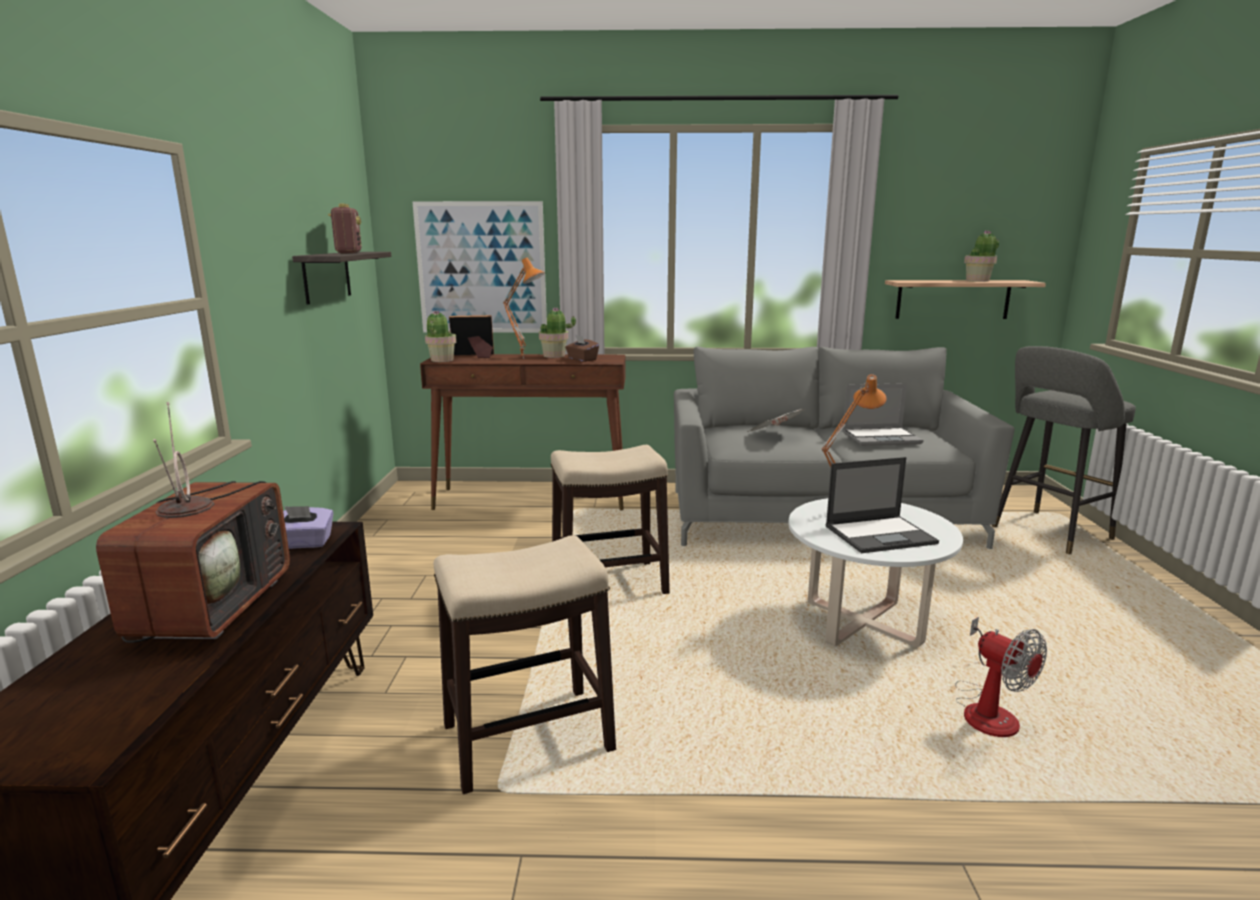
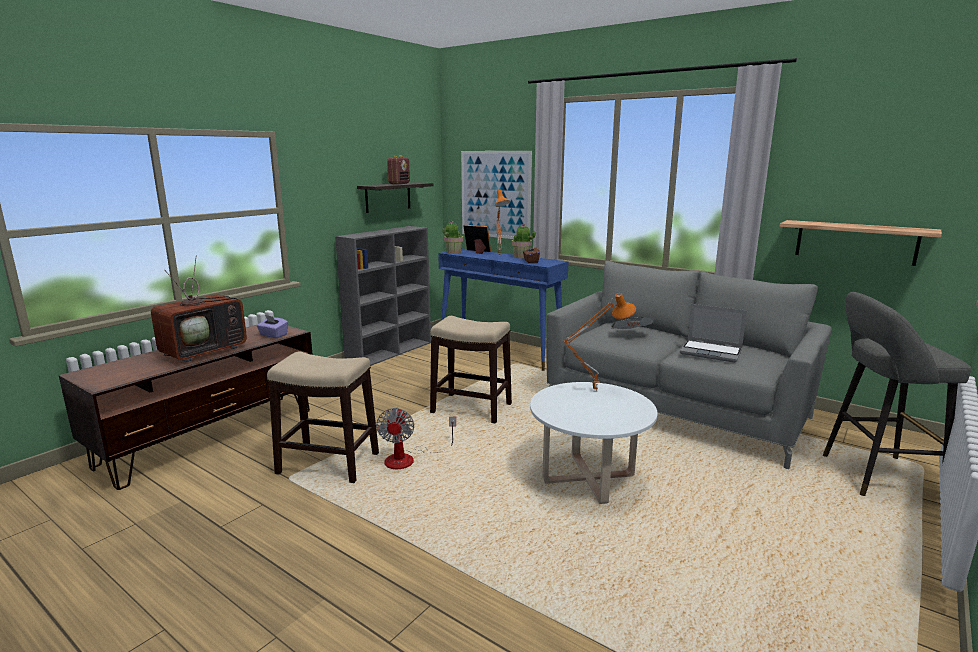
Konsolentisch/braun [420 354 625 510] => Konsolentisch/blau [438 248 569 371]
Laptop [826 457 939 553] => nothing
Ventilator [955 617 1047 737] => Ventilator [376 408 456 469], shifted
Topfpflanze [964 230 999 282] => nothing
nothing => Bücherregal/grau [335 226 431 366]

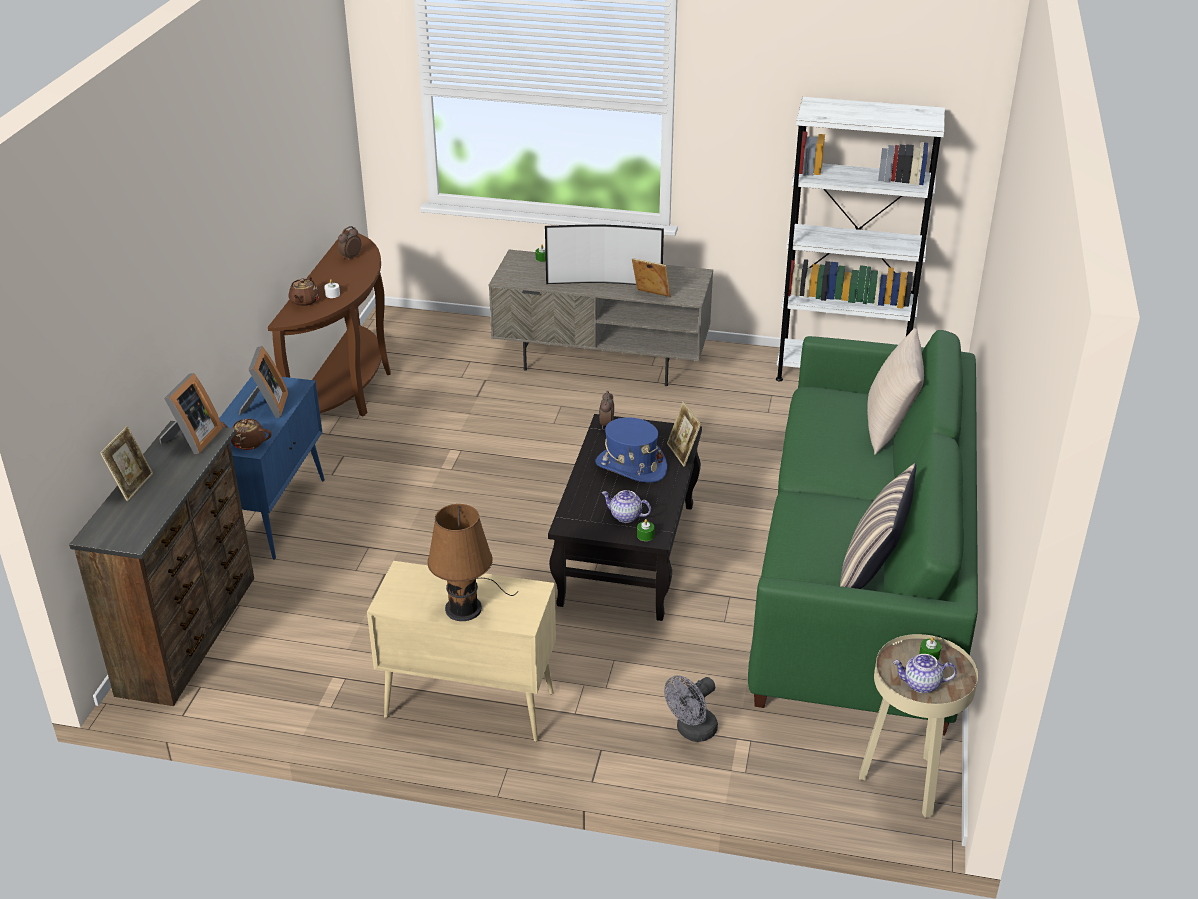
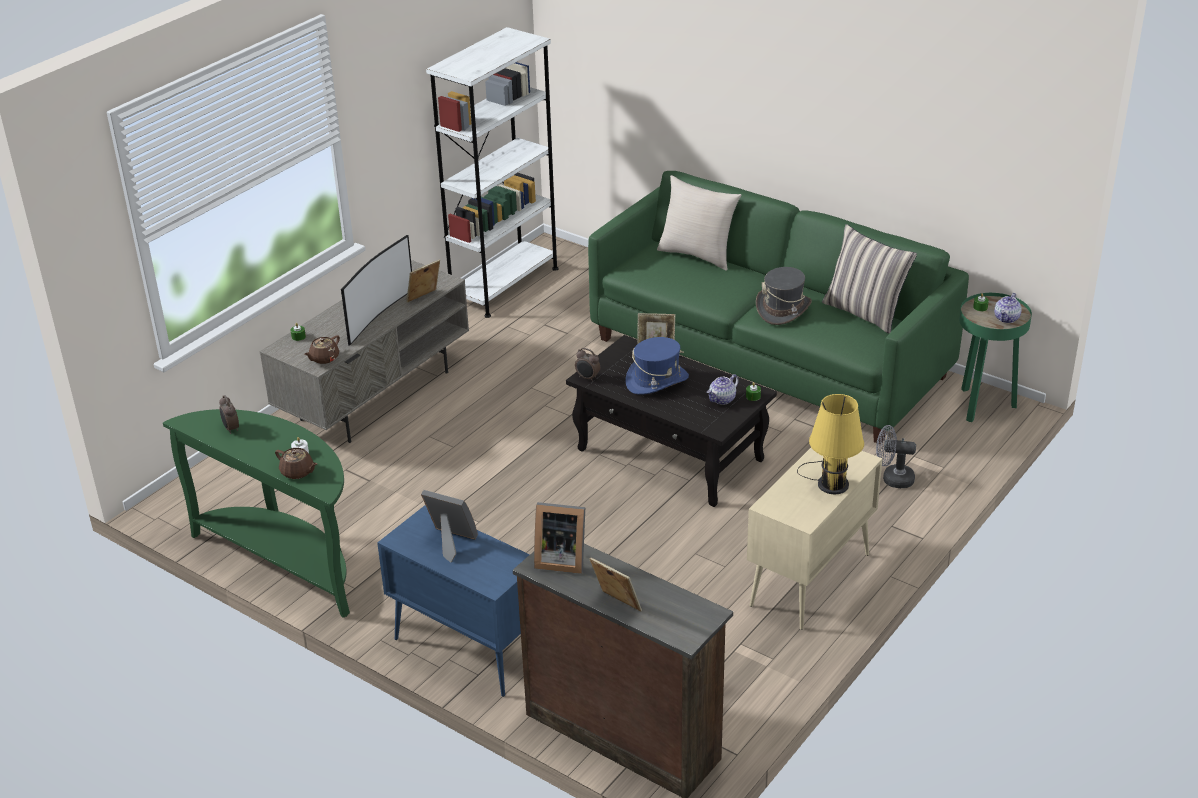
Bilderrahmen [159 373 222 454] => Bilderrahmen [534 502 585 574], 150 degrees clockwise
Teekanne/braun [221 419 272 450] => Teekanne/braun [304 335 340 364], shifted
Konsolentisch/braun [268 230 391 416] => Konsolentisch/grün [163 409 350 618]
Tischlampe/braun [427 504 518 621] => Tischlampe/gelb [797 394 864 494]
Ventilator/grau [664 675 718 742] => Ventilator/grau [876 425 916 488], 120 degrees clockwise
Beistelltisch/beige [859 634 978 818] => Beistelltisch/grün [959 293 1032 422]
nothing => Hut/grau [756 267 812 325]

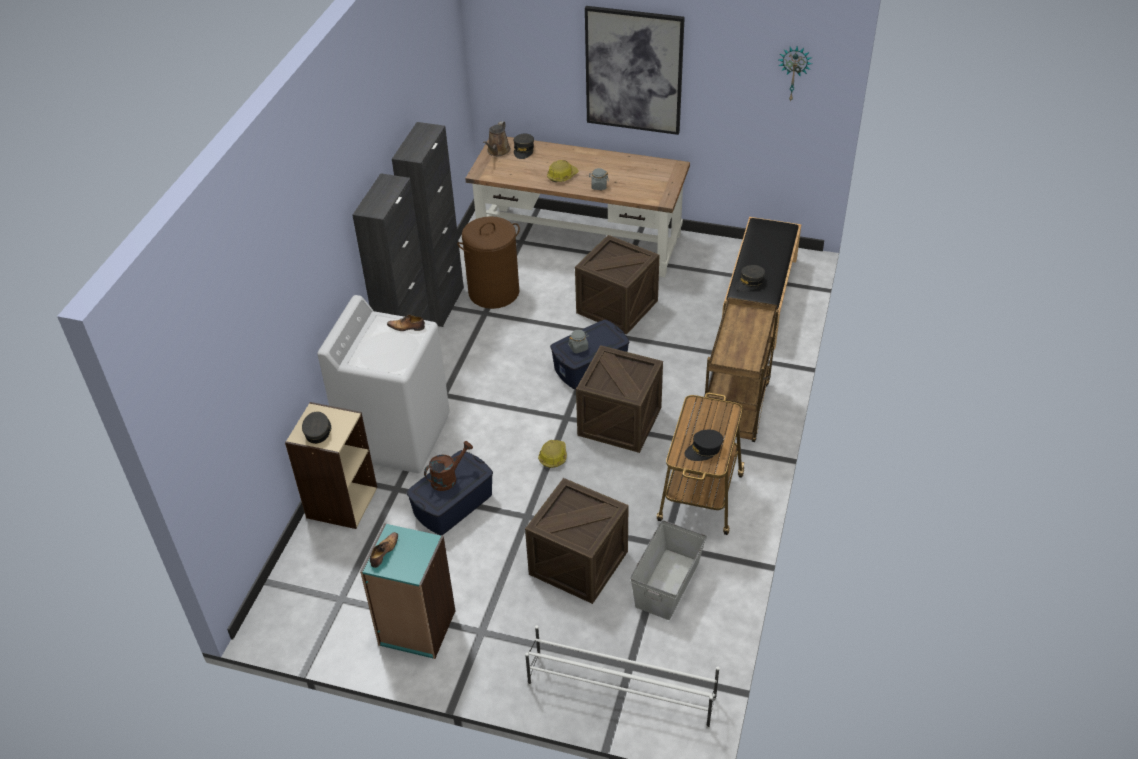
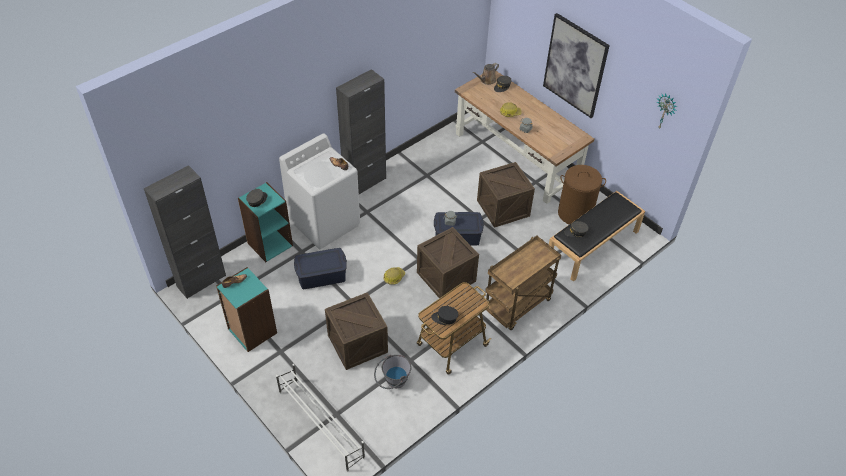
Bücherregal/beige [285 402 377 529] => Bücherregal/türkis [238 182 293 262]
Schrank/schwarz [392 122 464 327] => Schrank/schwarz [144 165 226 299], shifted
Gießkanne/braun [424 441 473 491] => nothing
Wäschekorb/braun [457 216 520 309] => Wäschekorb/braun [558 165 606 224], shifted
Aufbewahrungsbox/grau [630 520 707 620] => Eimer/grau [374 355 412 389]

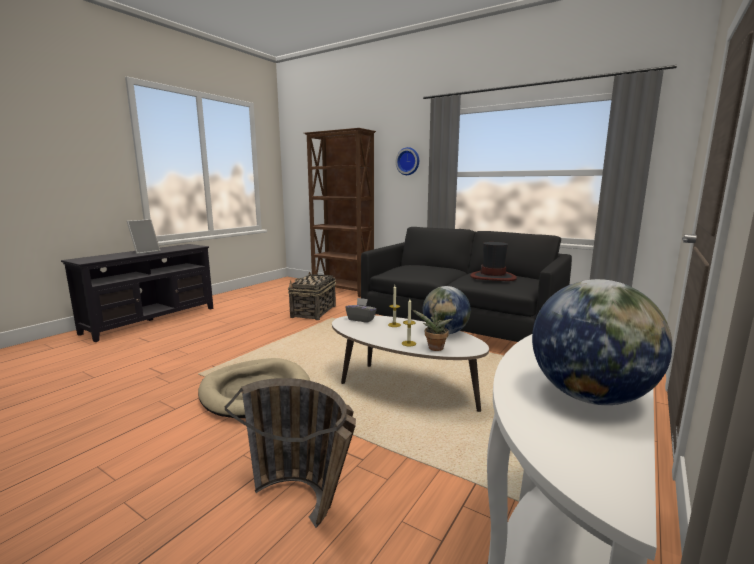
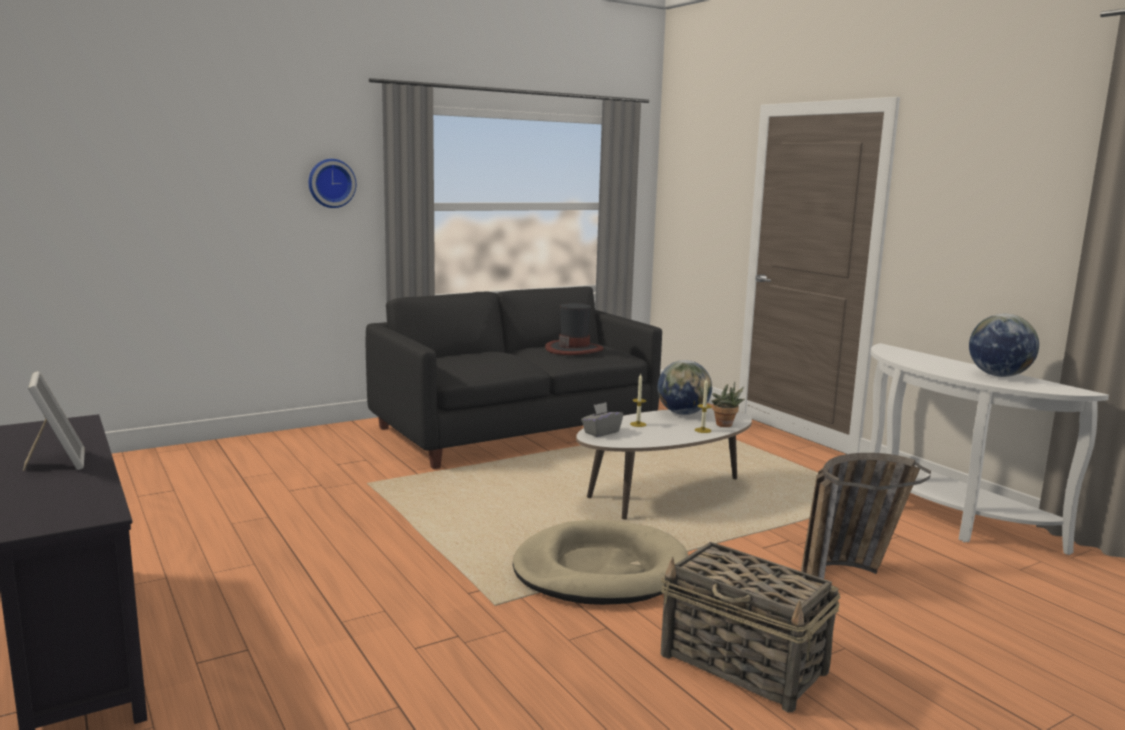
Korb [288 271 336 320] => Korb [661 542 841 713], shifted
Bücherregal/braun [304 128 376 297] => nothing

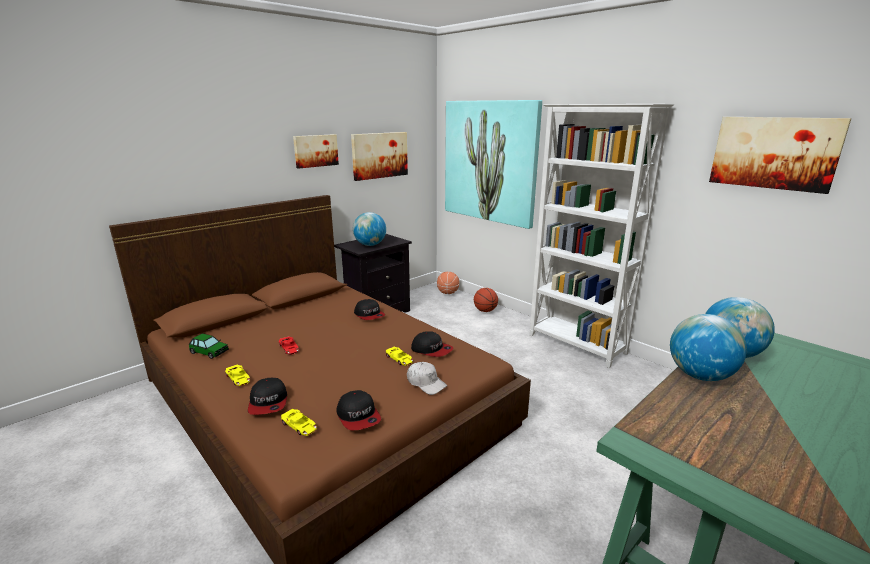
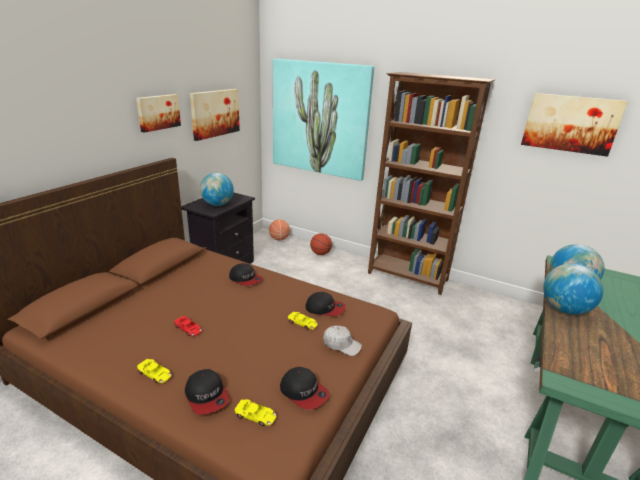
Spielzeugauto [188 333 229 359] => nothing
Bücherregal/weiß [529 104 675 368] => Bücherregal/braun [368 72 495 295]

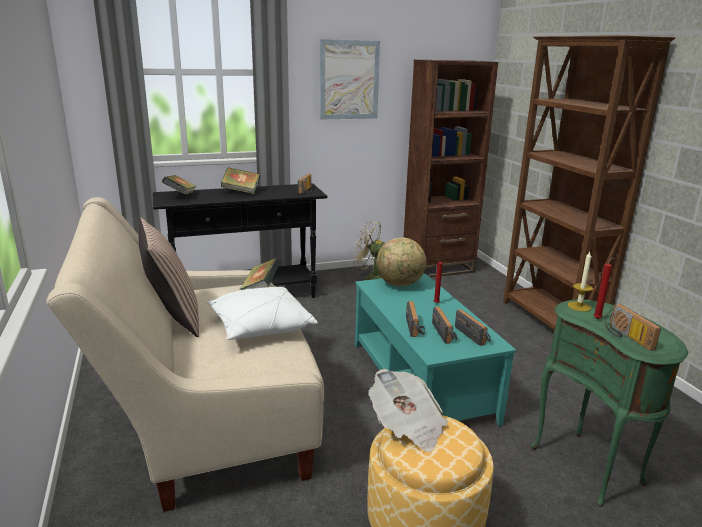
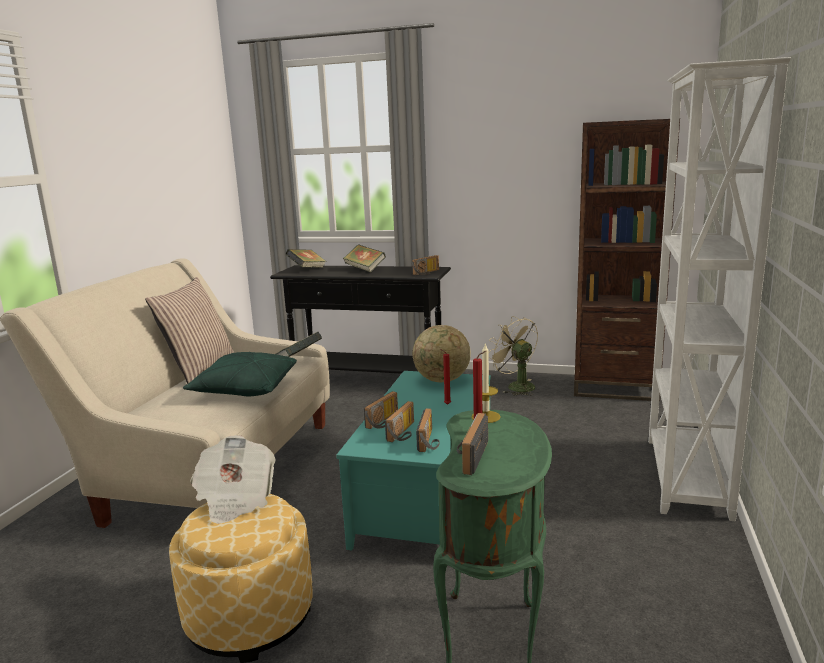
Kissen/weiß [207 287 318 340] => Kissen/grün [183 352 297 396]
Bild [319 39 380 120] => nothing
Bücherregal/braun [503 36 676 330] => Bücherregal/weiß [648 57 791 521]

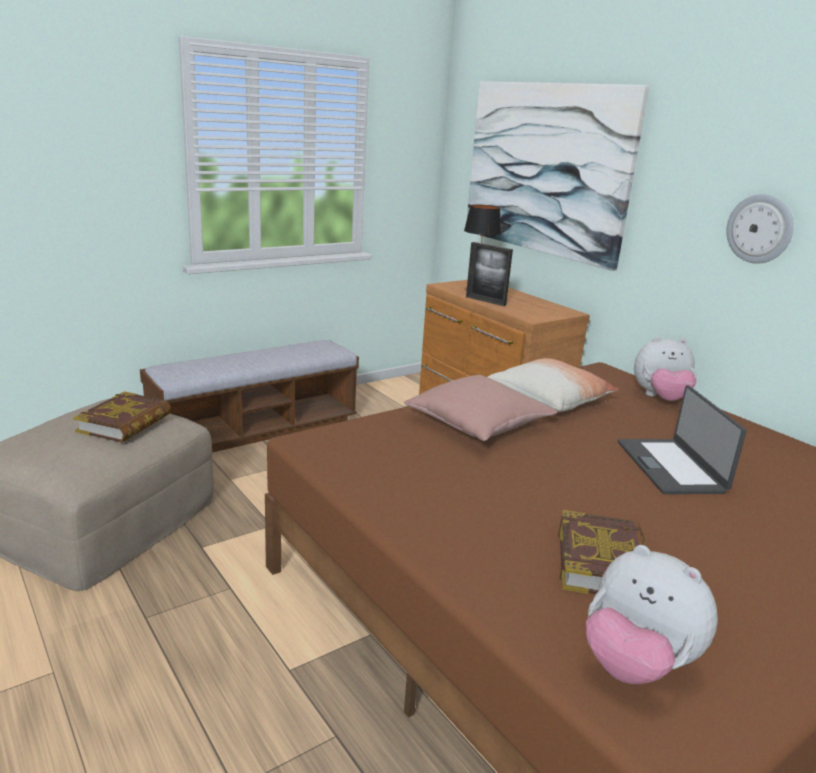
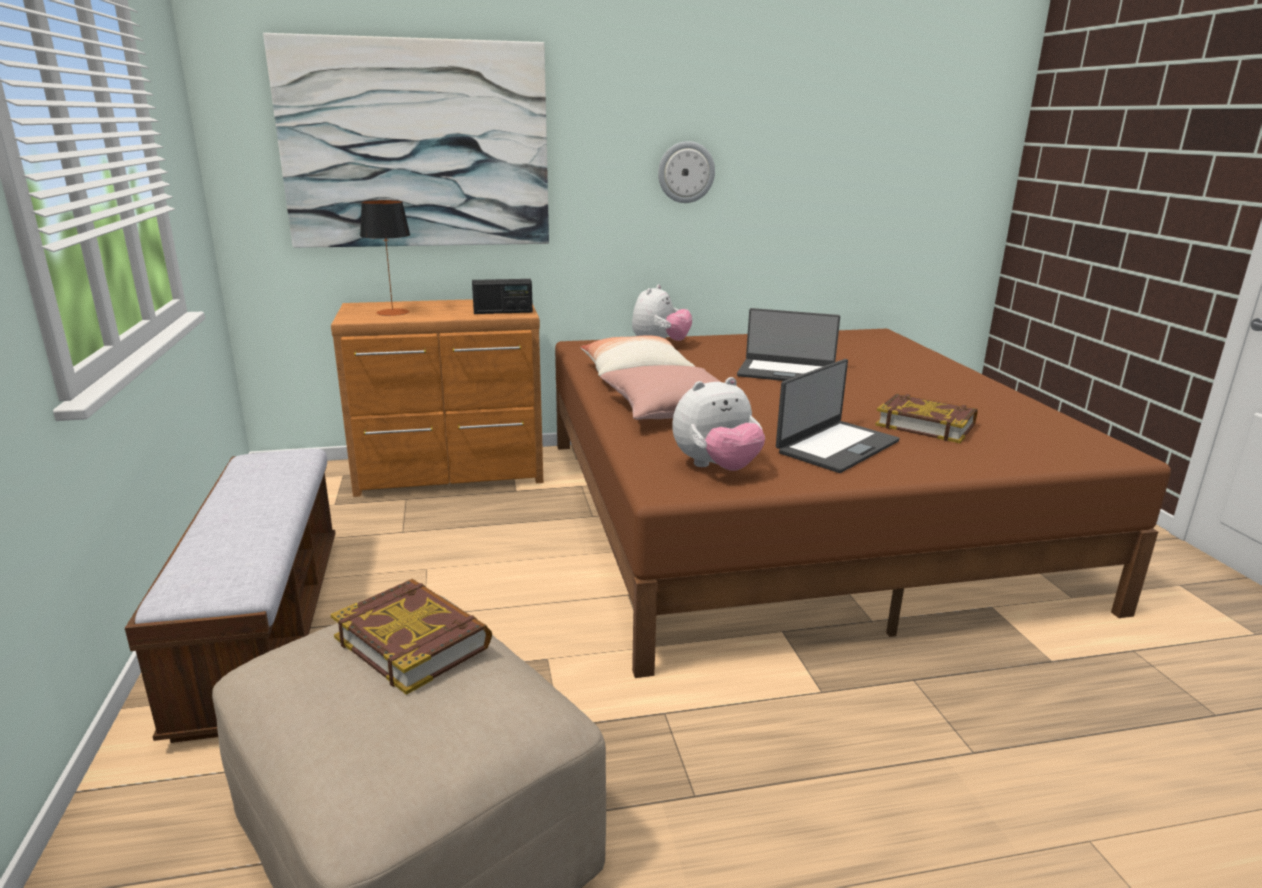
Bilderrahmen [466 242 513 306] => nothing
Plüschtier [585 545 718 684] => Plüschtier [672 377 765 471], shifted
nothing => Radio [472 279 533 314]
nothing => Laptop [776 359 900 473]

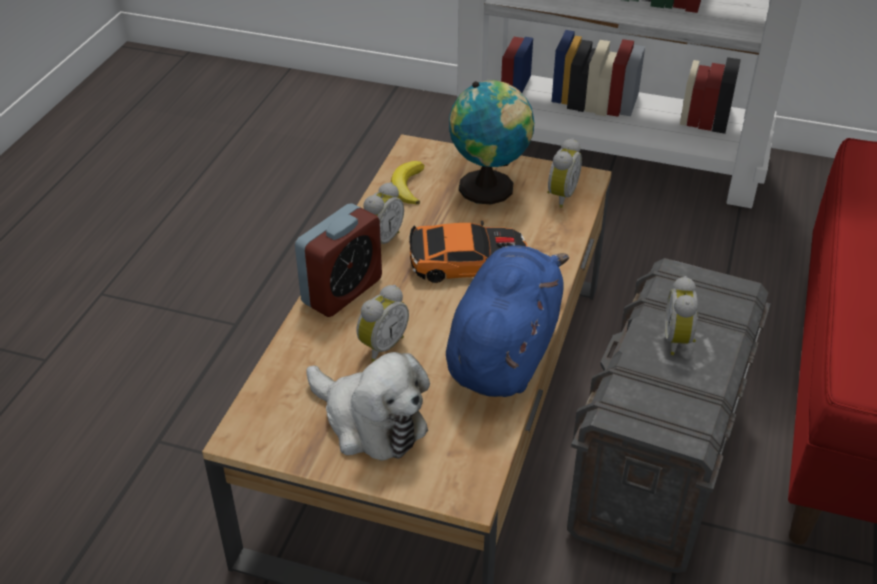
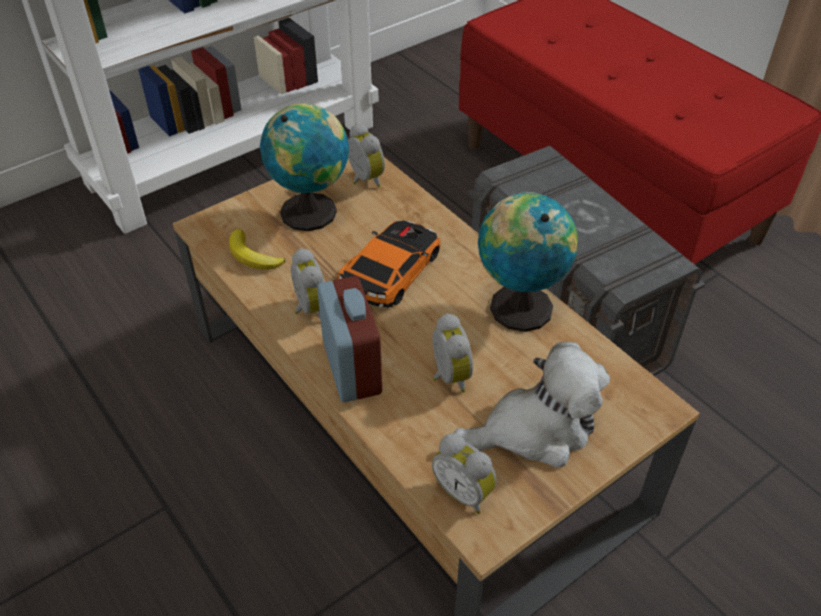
Plüschtier/blau [446 245 569 397] => Globus [478 193 578 332]
Wecker [665 276 698 355] => Wecker [432 433 497 514], shifted

